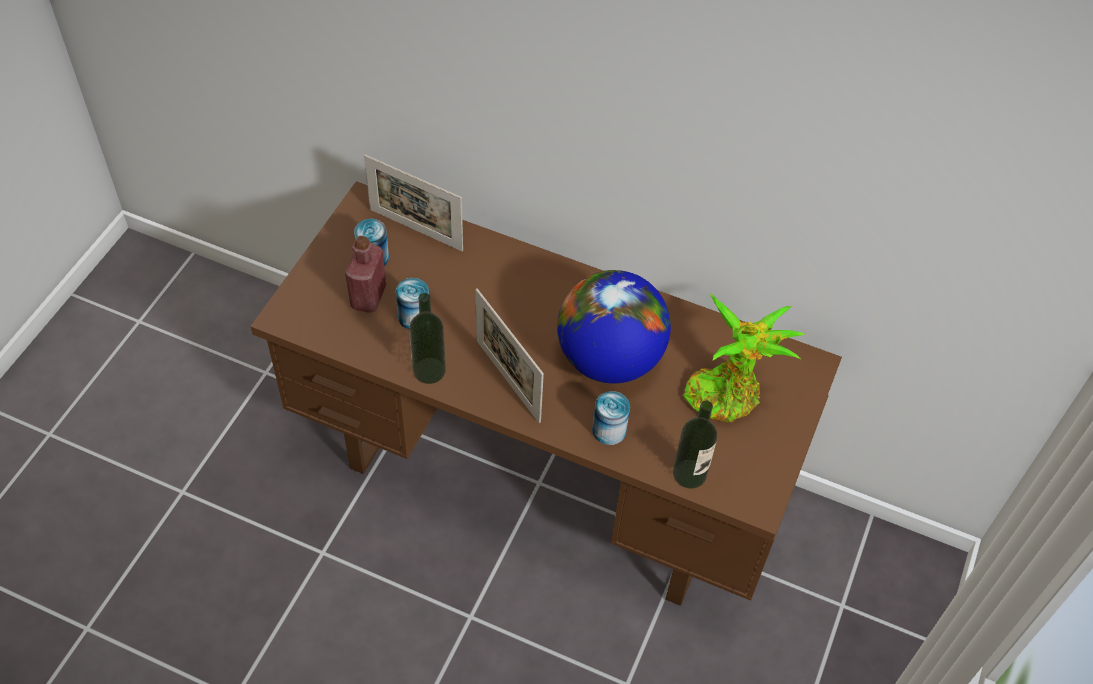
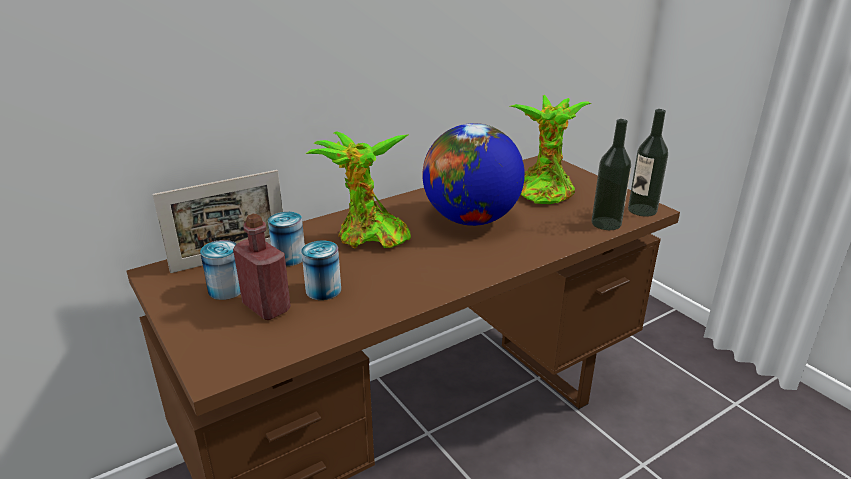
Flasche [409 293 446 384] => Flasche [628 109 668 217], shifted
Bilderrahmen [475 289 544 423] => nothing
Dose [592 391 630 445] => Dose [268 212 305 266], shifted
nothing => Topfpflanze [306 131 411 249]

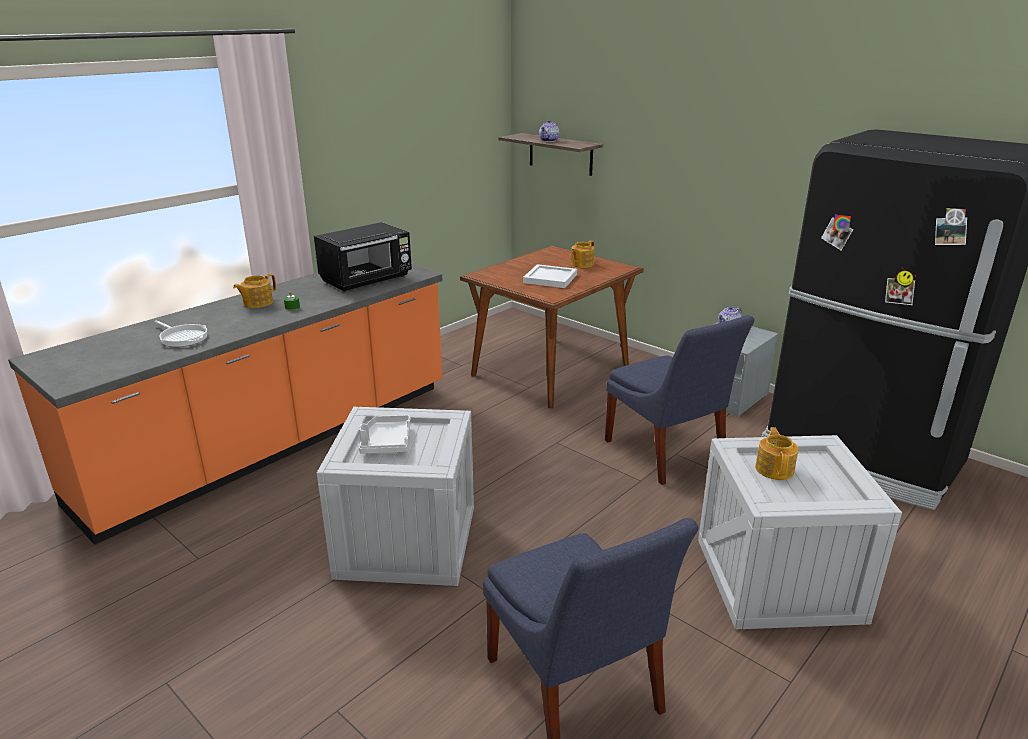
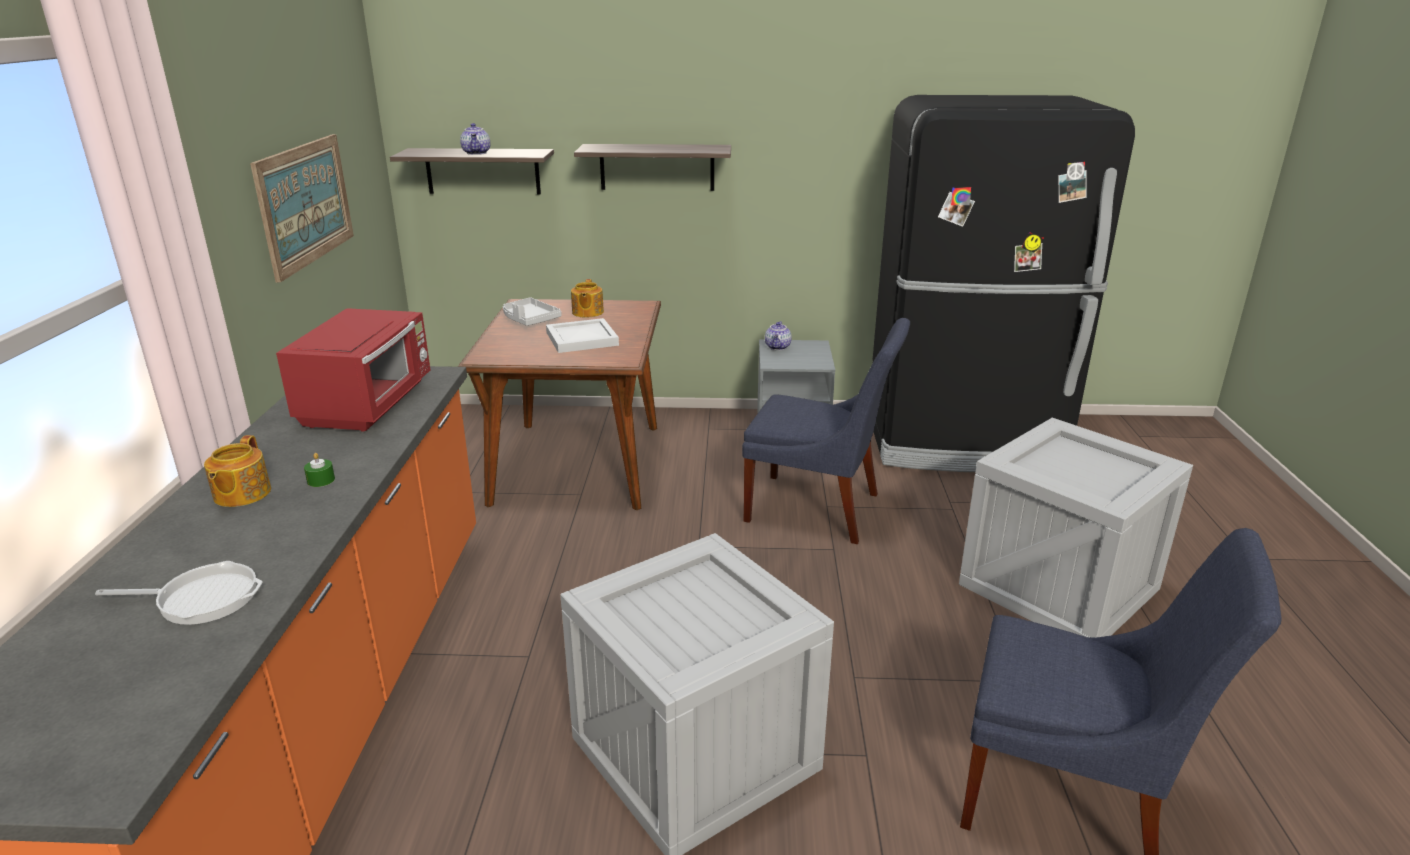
Mikrowelle/schwarz [314 222 412 292] => Mikrowelle/rot [276 308 430 432]
Tablett/grau [359 415 411 454] => Tablett/grau [503 297 562 326], shifted
Teekanne [755 427 798 480] => nothing
nothing => Bild [250 134 354 282]
nothing => Wandregal [574 144 731 191]

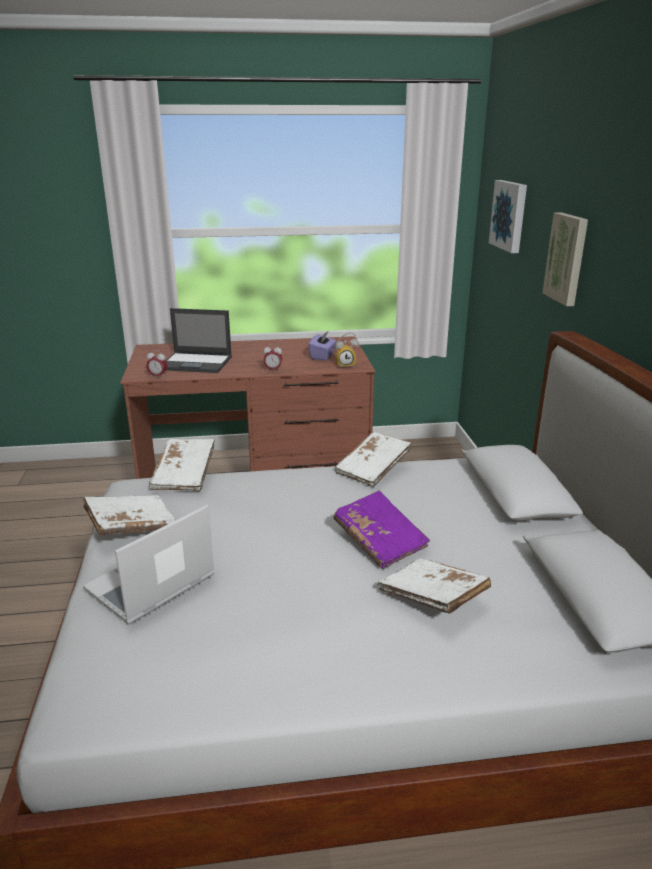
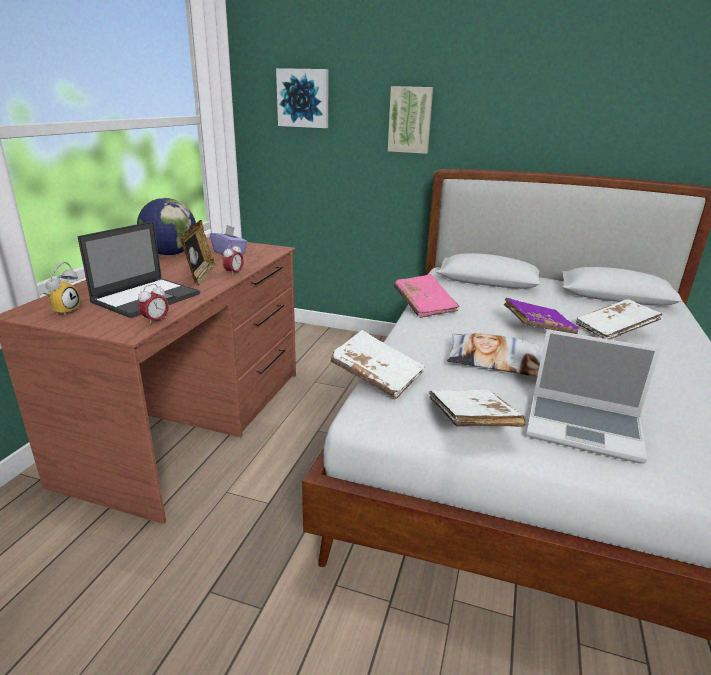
Laptop [83 505 215 624] => Laptop [526 329 661 463], 45 degrees counterclockwise
Wecker [335 332 359 369] => Wecker [43 262 81 316], shifted
Buch/weiß [335 432 412 487] => Buch/rosa [394 274 459 318]
nothing => Globus [137 198 196 255]
nothing => Bilderrahmen [180 220 216 285]
nothing => Kissen [447 333 543 376]

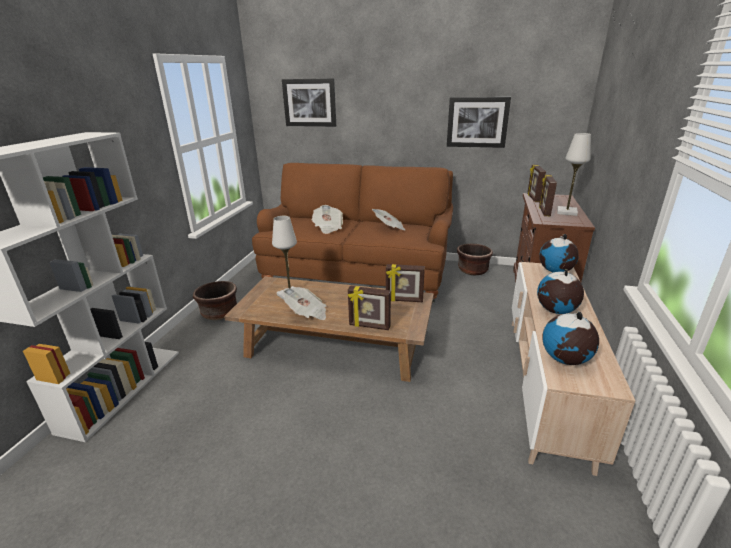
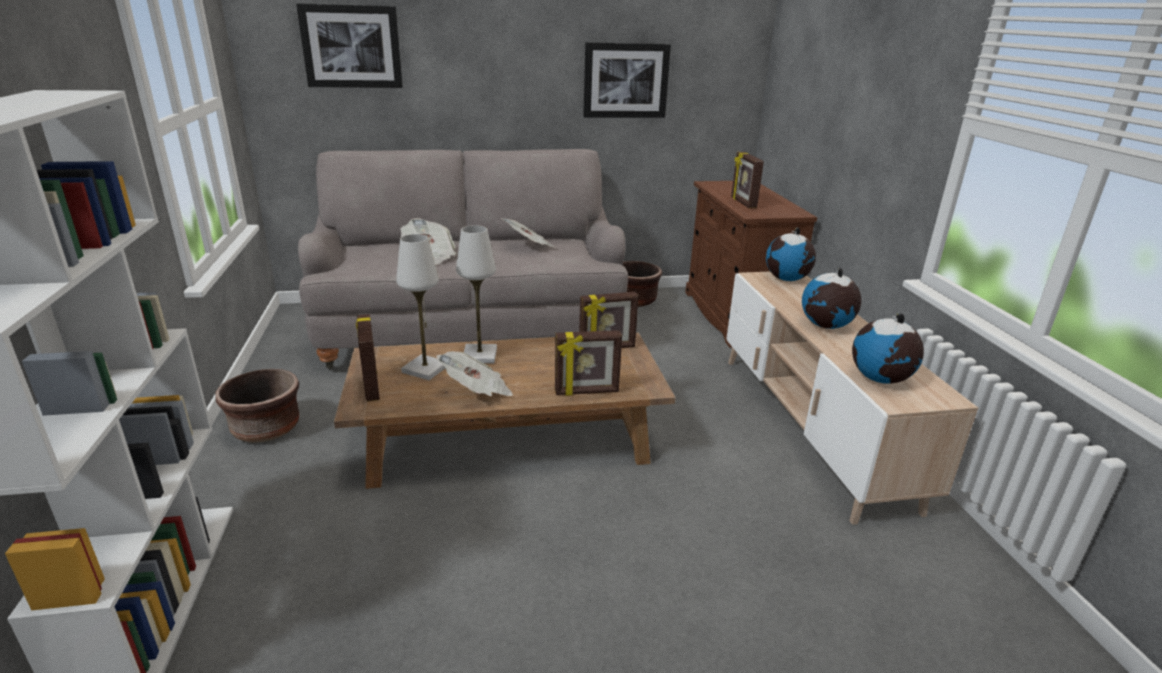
Sofa/braun [252 163 453 303] => Sofa/grau [298 149 628 369]
Bilderrahmen [527 165 546 202] => Bilderrahmen [356 314 380 402], shifted
Tischlampe/weiß [557 133 591 216] => Tischlampe/weiß [456 225 497 363], shifted

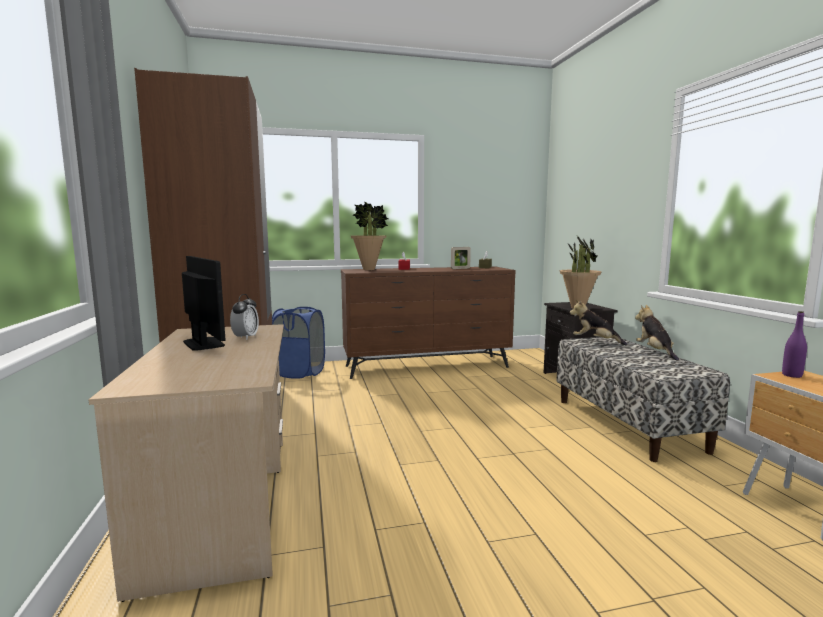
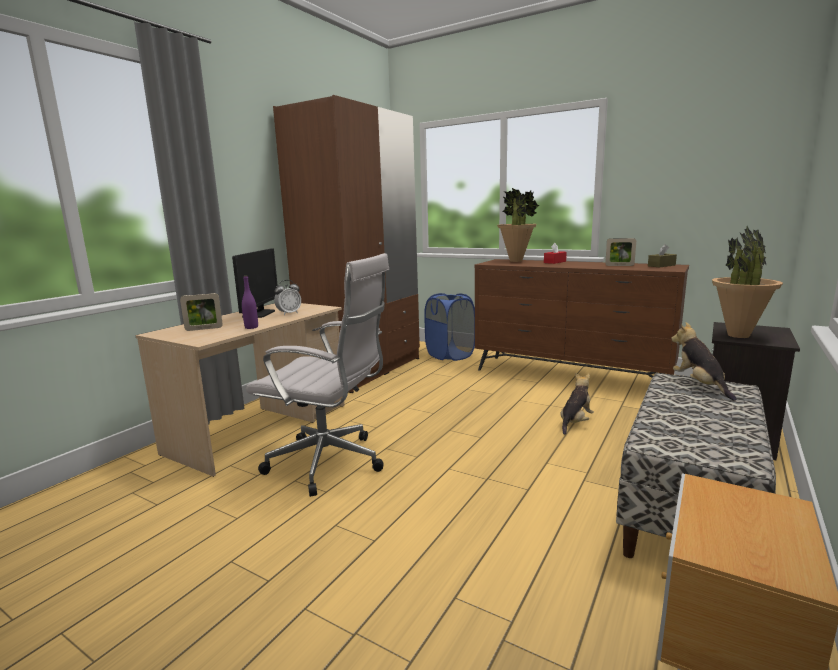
Plüschtier [635 305 679 361] => Plüschtier [561 373 594 435], shifted
Flasche/lila [782 311 807 378] => Flasche/lila [242 275 258 329], shifted
nothing => Bilderrahmen [180 293 223 331]
nothing => Bürostuhl/weiß [246 253 389 497]

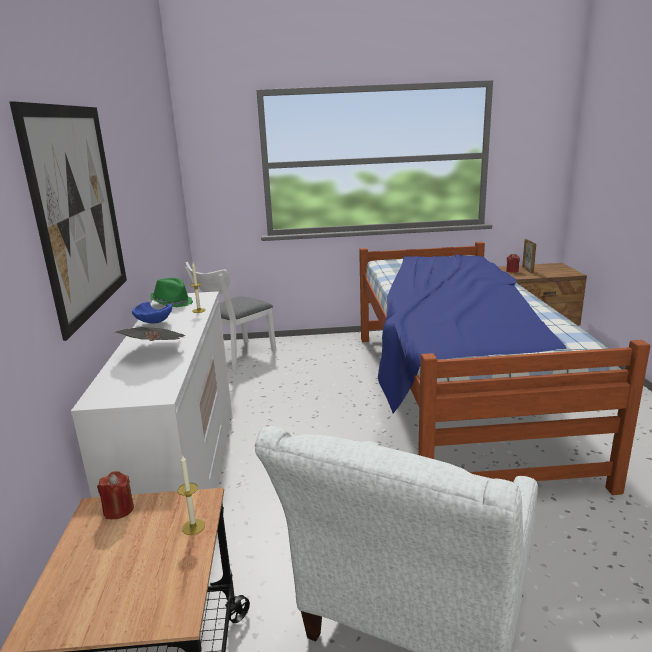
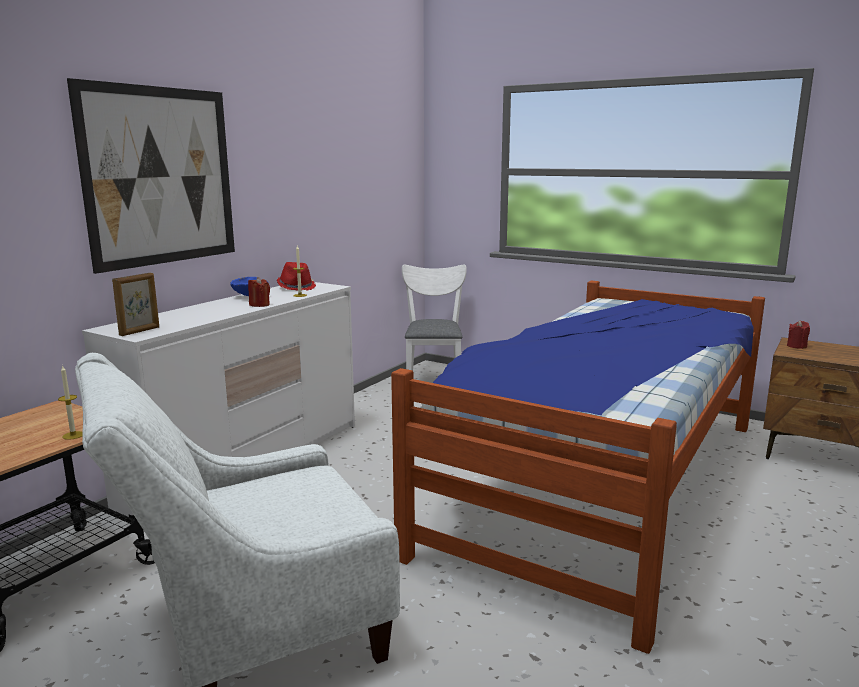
Kerze/rot [97 471 134 519] => Kerze/rot [248 277 270 307], shifted
Zeitung [114 327 185 341] => nothing
Hut/grün [151 278 193 307] => Hut/rot [277 262 316 290]
Stuhl/weiß [185 262 276 370] => Stuhl/weiß [402 265 467 371], 105 degrees clockwise
Bilderrahmen [522 239 536 274] => Bilderrahmen [112 273 159 336], shifted

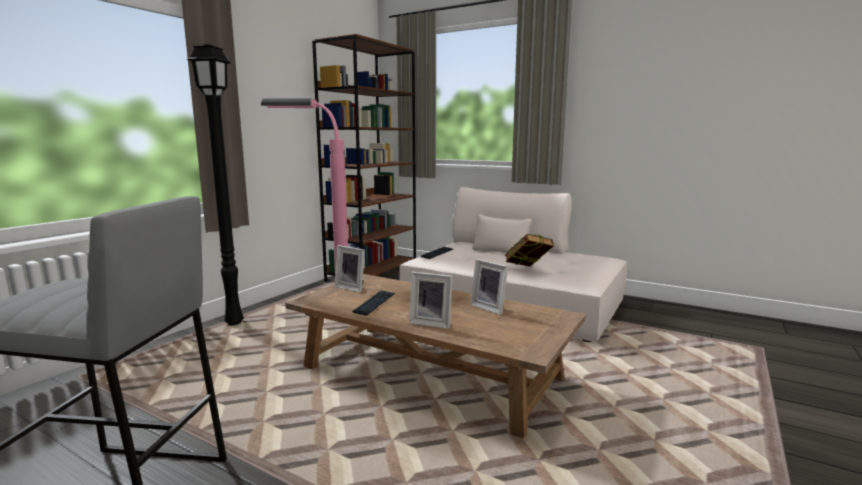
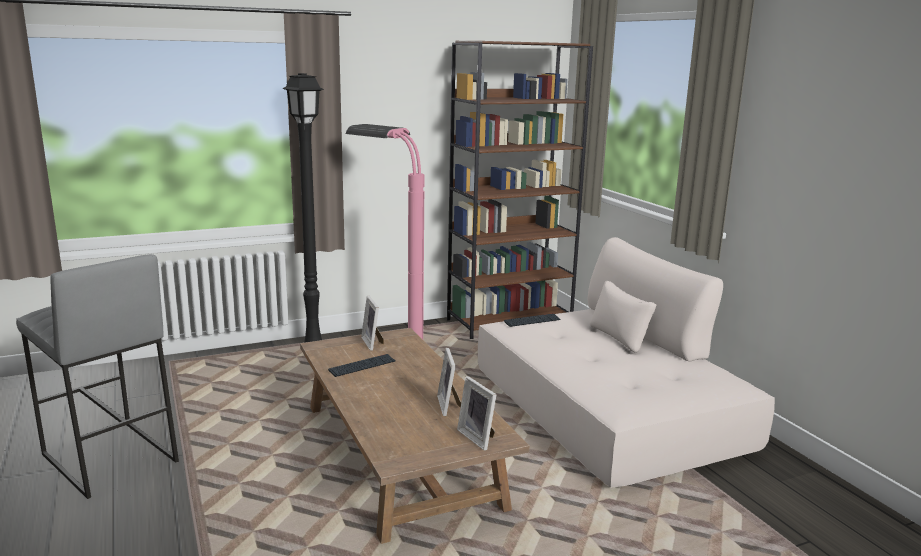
Bilderrahmen [409 272 453 329] => Bilderrahmen [457 376 497 451], shifted
Buch [505 234 554 267] => nothing

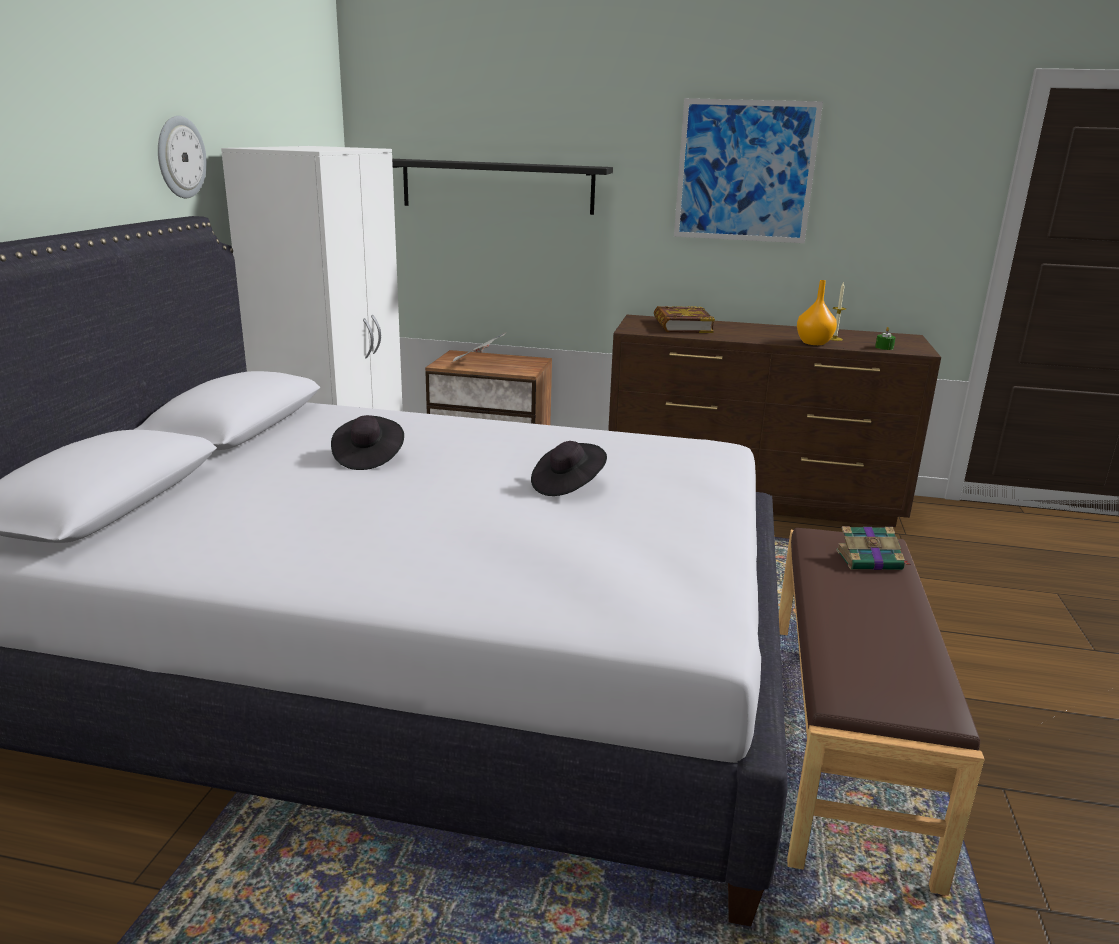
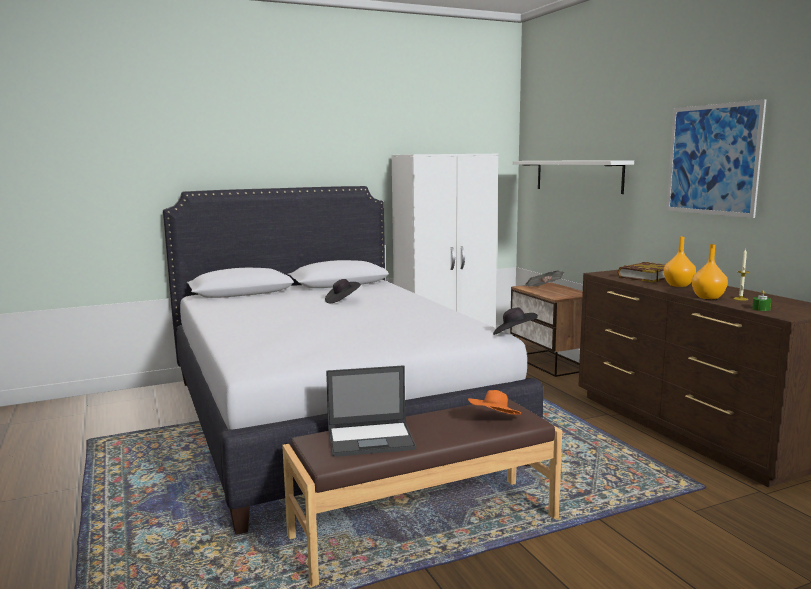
Wanduhr [158 116 207 198] => nothing
Wandregal/schwarz [392 159 613 215] => Wandregal/weiß [513 160 634 194]
Hut/schwarz [531 441 607 496] => Hut/schwarz [493 308 538 335], shifted
Buch [836 526 909 570] => Hut/orange [468 390 522 415]
nothing => Laptop [326 365 416 457]
nothing => Vase/orange [663 237 696 287]

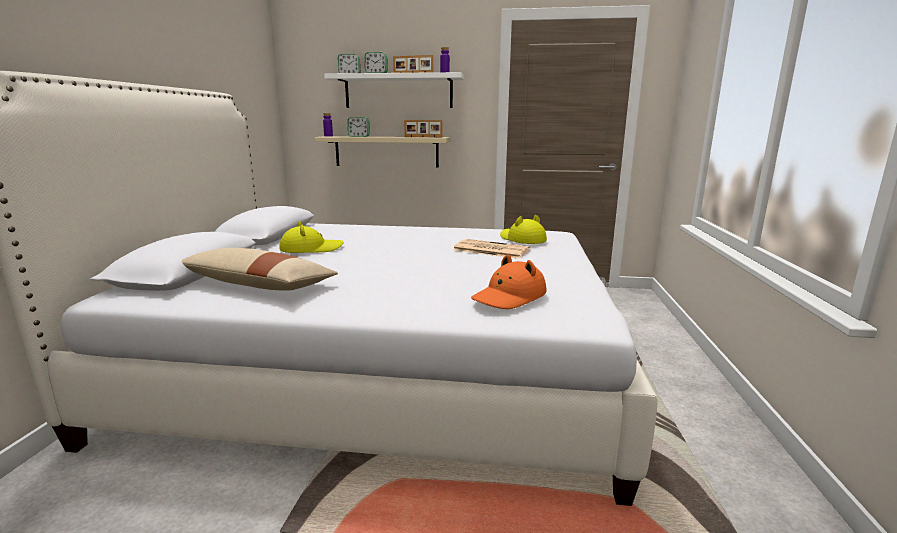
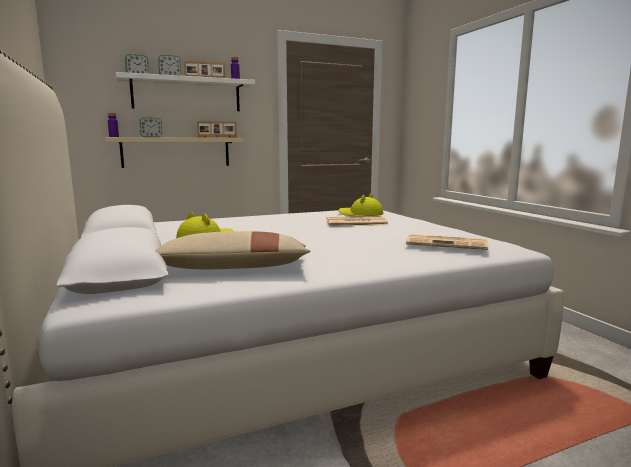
Hut/orange [471 254 546 309] => Zeitung [406 234 488 250]

